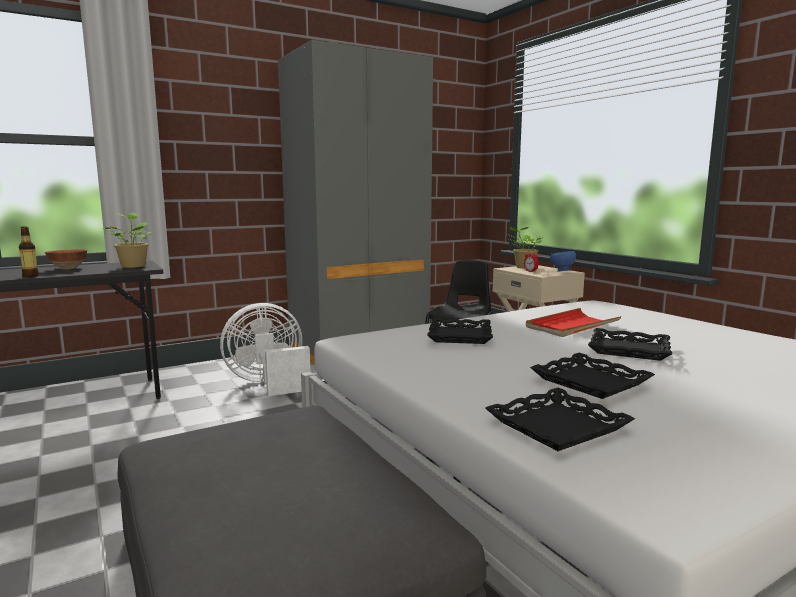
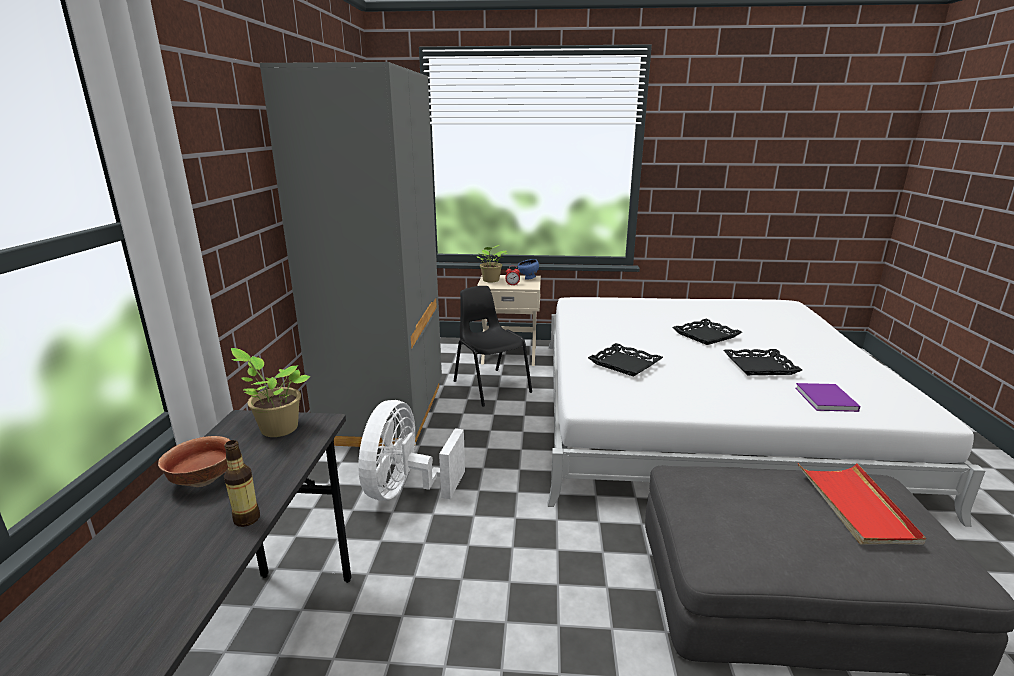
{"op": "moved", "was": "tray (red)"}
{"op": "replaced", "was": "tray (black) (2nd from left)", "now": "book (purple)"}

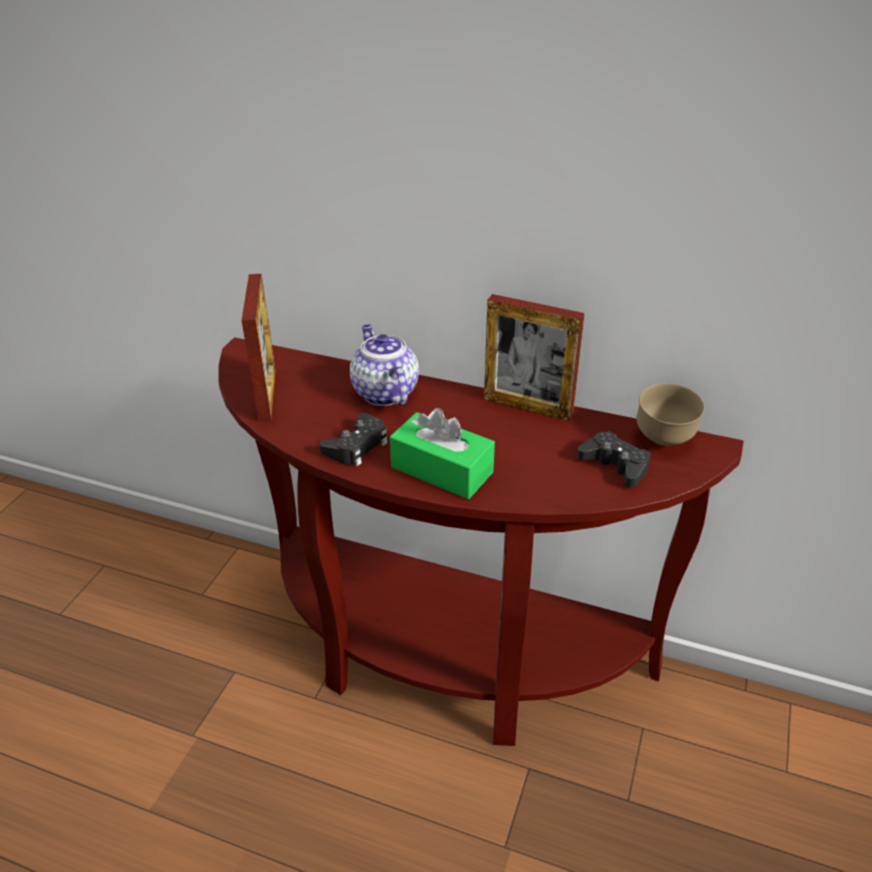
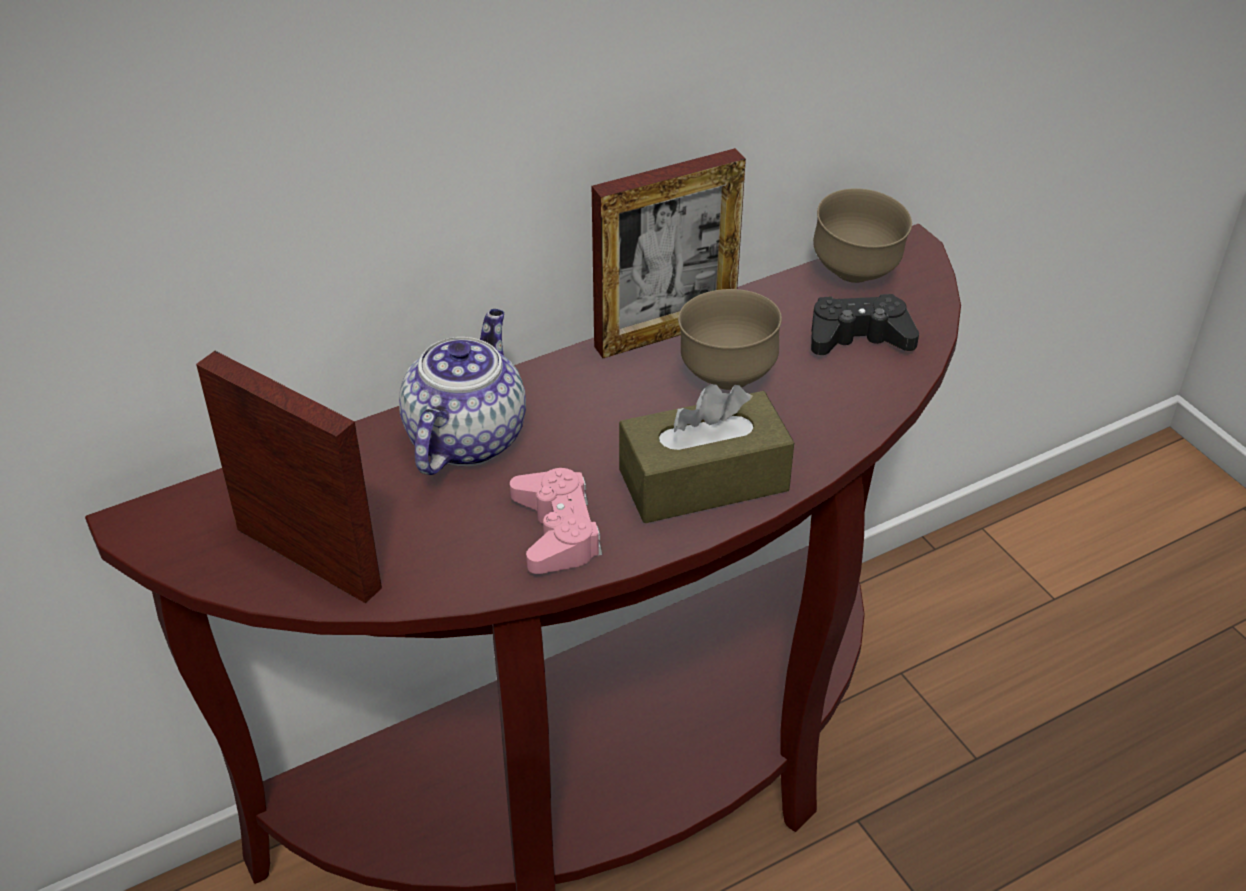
{"op": "turned", "was": "teapot", "clockwise": 90}
{"op": "recoloured", "was": "tissue box (green)", "now": "tissue box (brown)"}
{"op": "recoloured", "was": "game controller (black) (1st from left)", "now": "game controller (pink)"}
{"op": "added", "now": "bowl (brown) (1st from left)"}

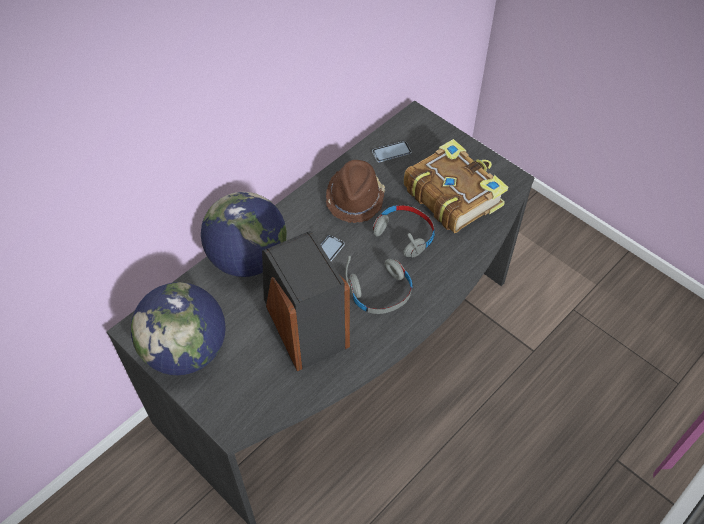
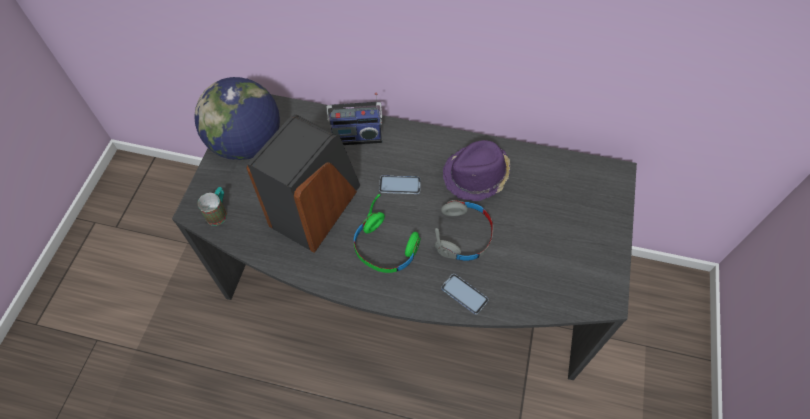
{"op": "removed", "was": "book"}
{"op": "moved", "was": "phone (2nd from left)"}
{"op": "recoloured", "was": "hat (brown)", "now": "hat (purple)"}
{"op": "replaced", "was": "globe (2nd from left)", "now": "radio"}
{"op": "recoloured", "was": "headphones (grey) (1st from left)", "now": "headphones (green)"}
{"op": "added", "now": "mug"}

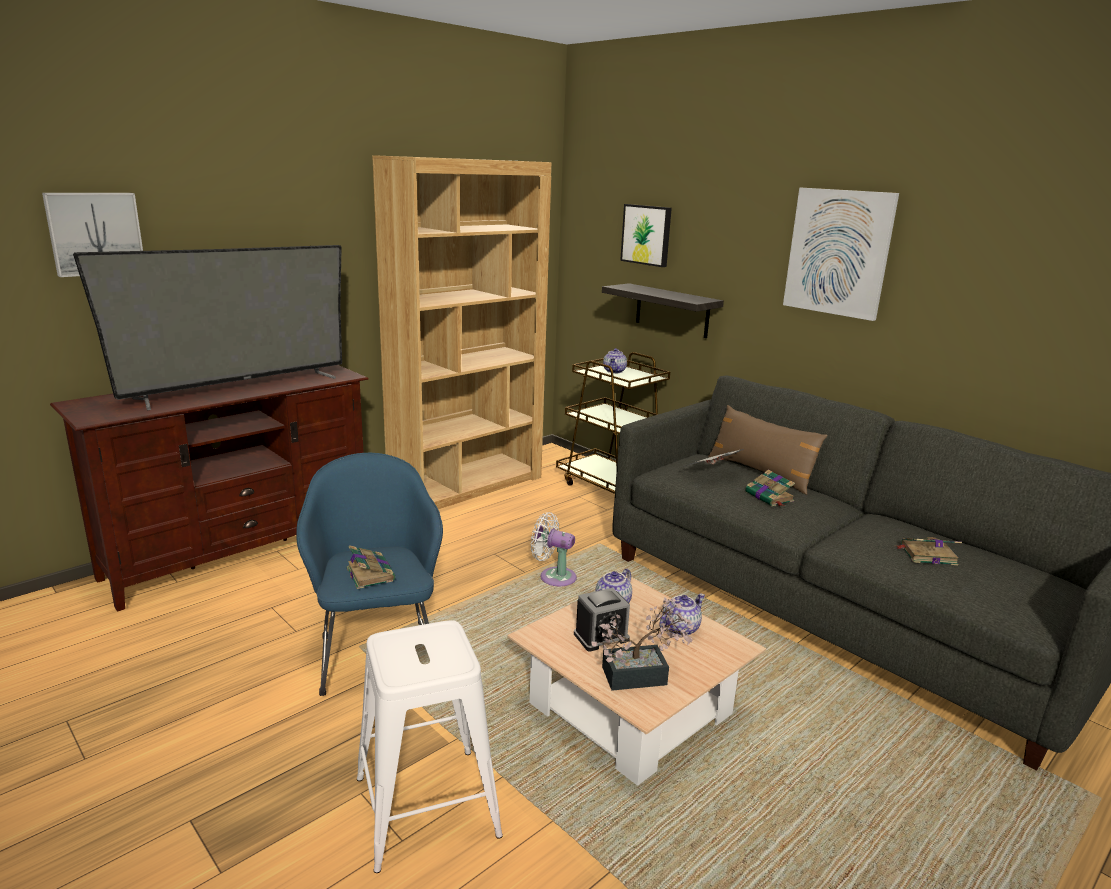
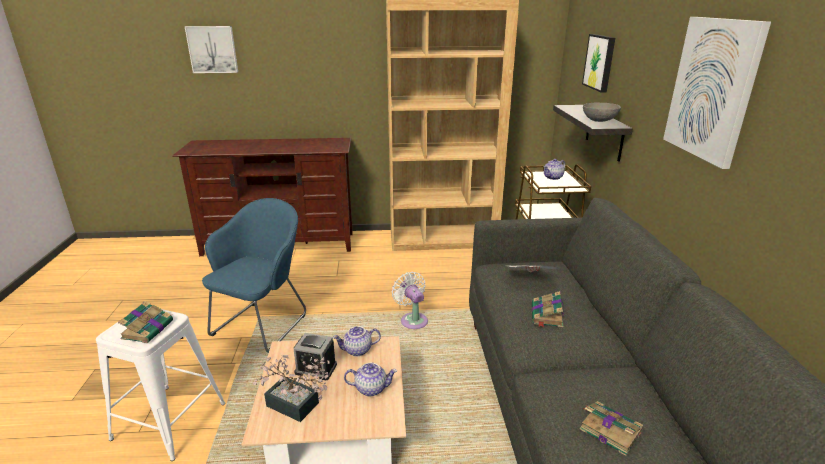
{"op": "removed", "was": "television"}
{"op": "removed", "was": "pillow (brown)"}
{"op": "moved", "was": "book (1st from left)"}
{"op": "added", "now": "bowl (grey)"}

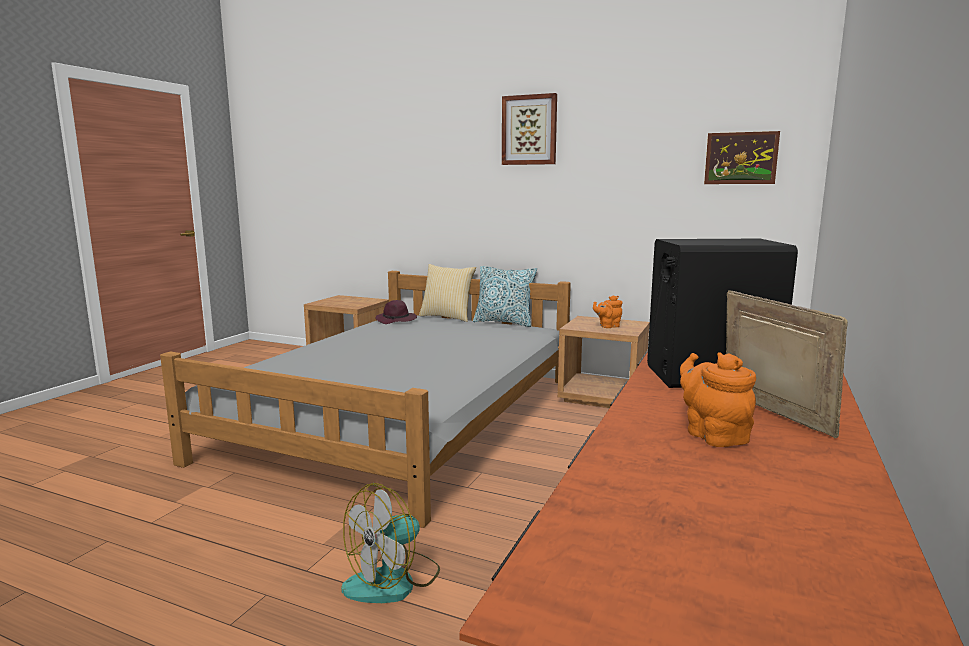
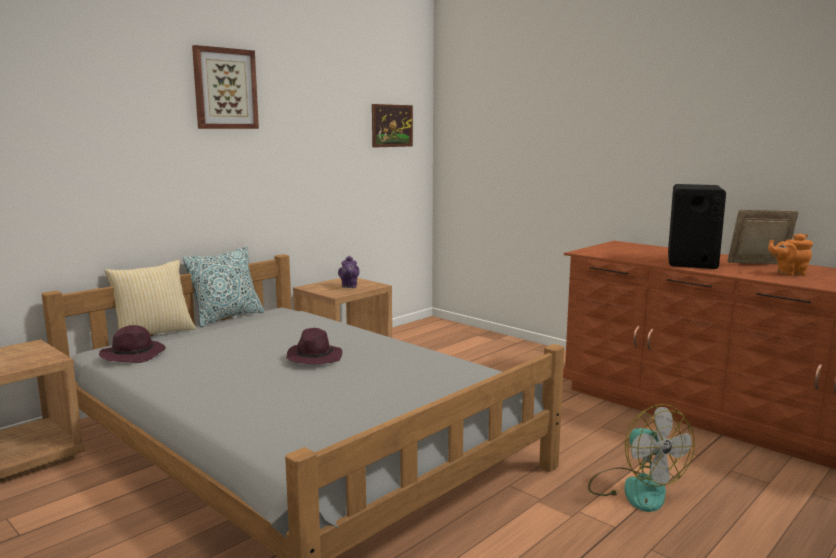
{"op": "recoloured", "was": "teapot (orange) (1st from left)", "now": "teapot (purple)"}
{"op": "added", "now": "hat (purple) (2nd from left)"}

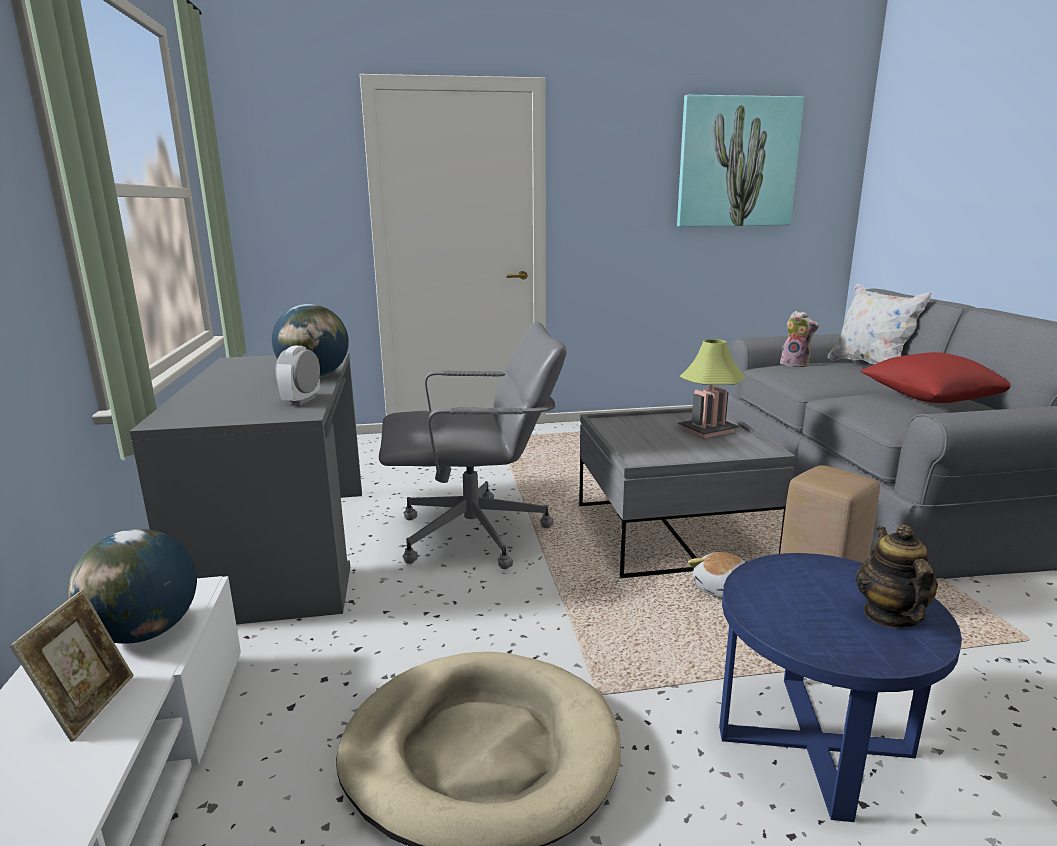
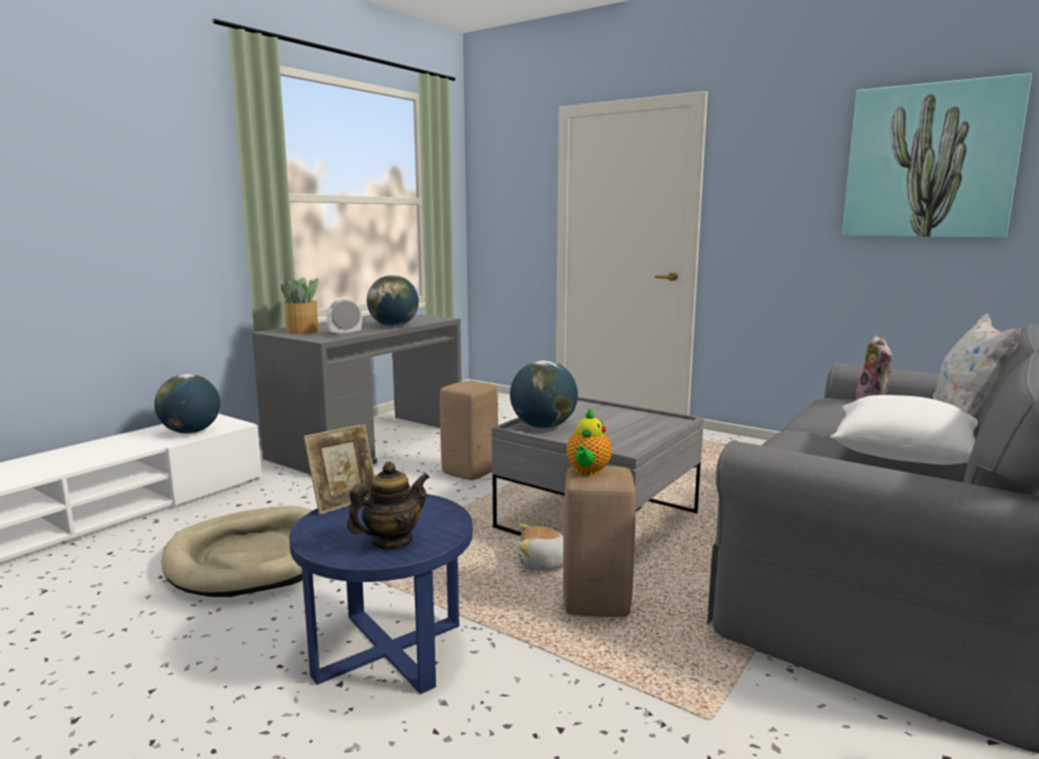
{"op": "replaced", "was": "office chair (grey)", "now": "stool (beige) (1st from left)"}
{"op": "removed", "was": "table lamp"}
{"op": "recoloured", "was": "pillow (red)", "now": "pillow (white) (1st from left)"}
{"op": "moved", "was": "picture frame"}
{"op": "added", "now": "potted plant"}
{"op": "added", "now": "globe (3rd from left)"}
{"op": "added", "now": "teapot (2nd from left)"}

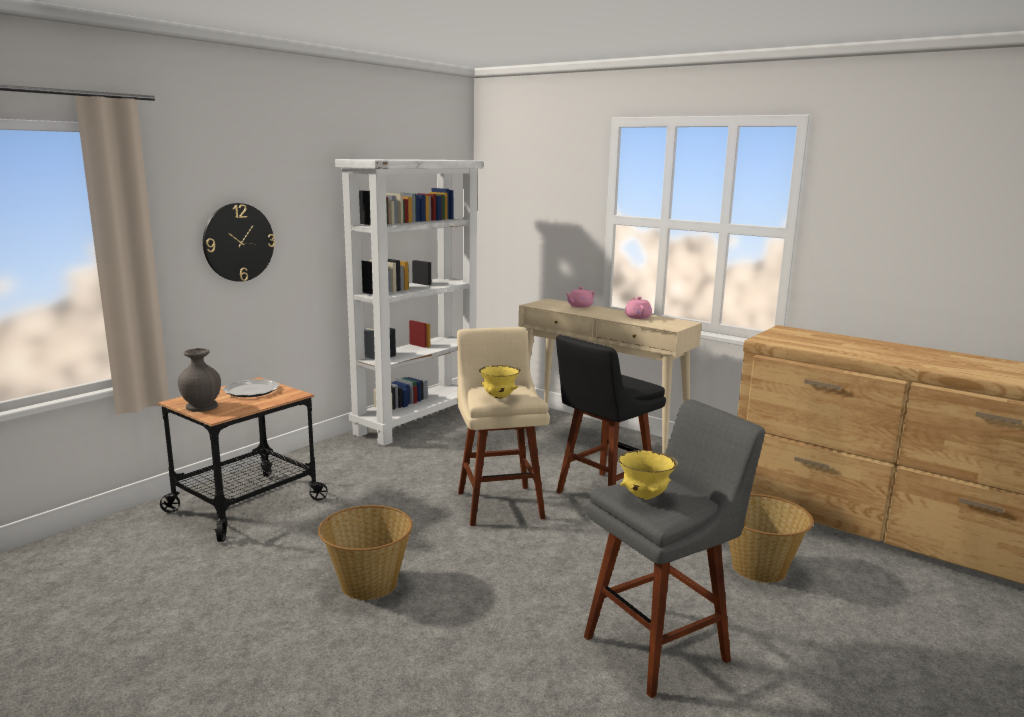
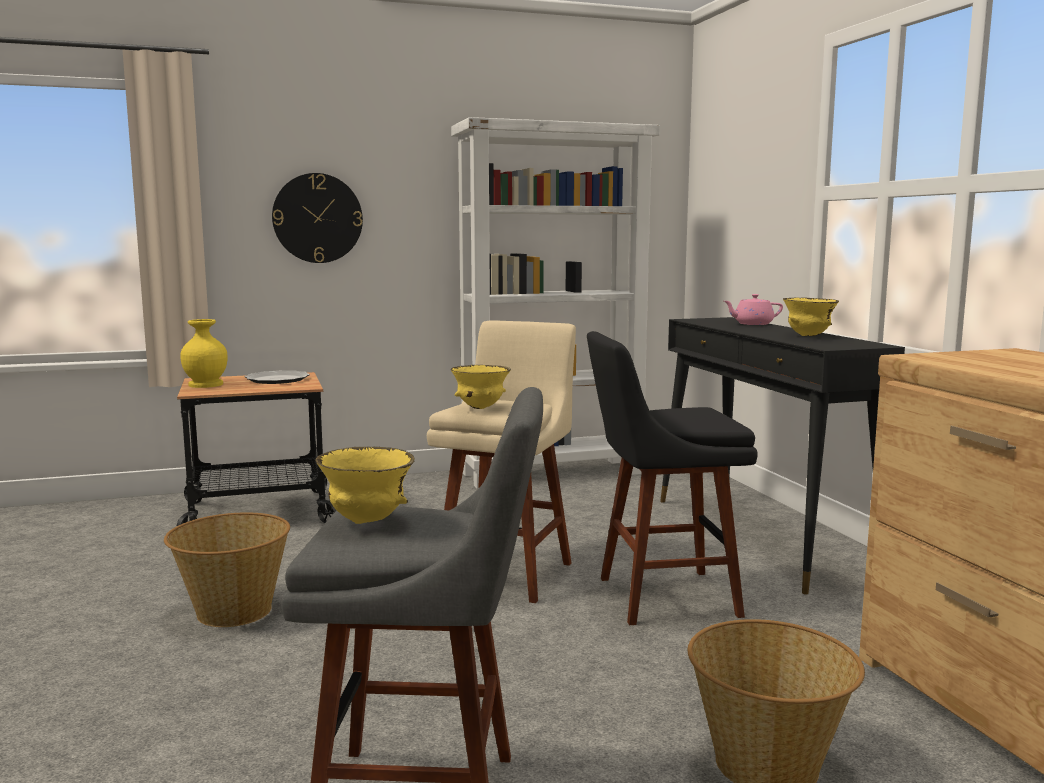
{"op": "replaced", "was": "teapot (pink) (2nd from left)", "now": "bowl (yellow) (3rd from left)"}
{"op": "recoloured", "was": "console table (beige)", "now": "console table (black)"}
{"op": "recoloured", "was": "vase (grey)", "now": "vase (yellow)"}

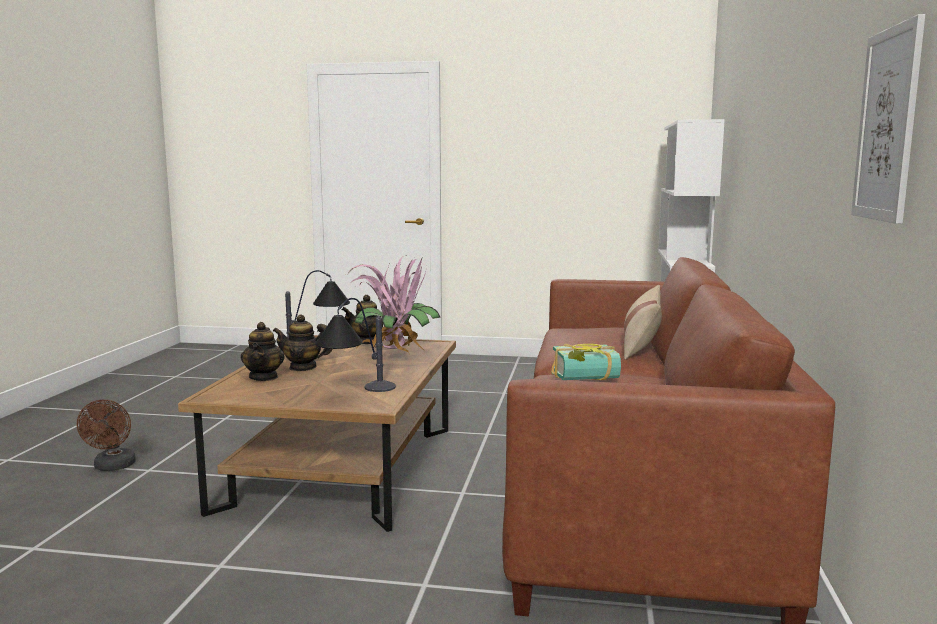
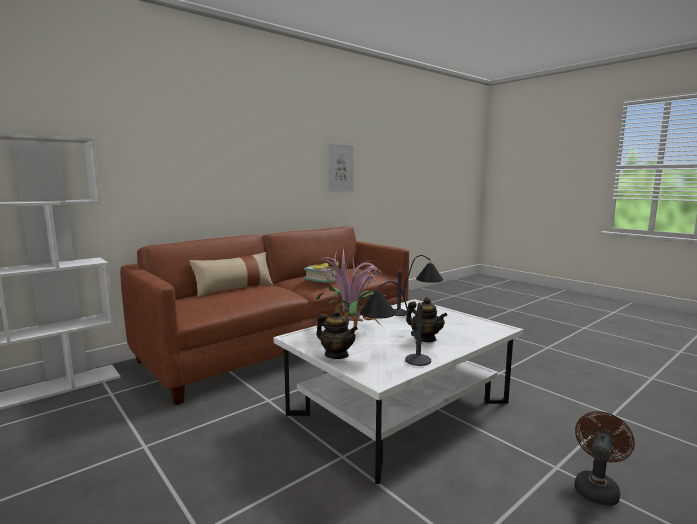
{"op": "removed", "was": "teapot (1st from left)"}
{"op": "recoloured", "was": "coffee table (brown)", "now": "coffee table (white)"}

